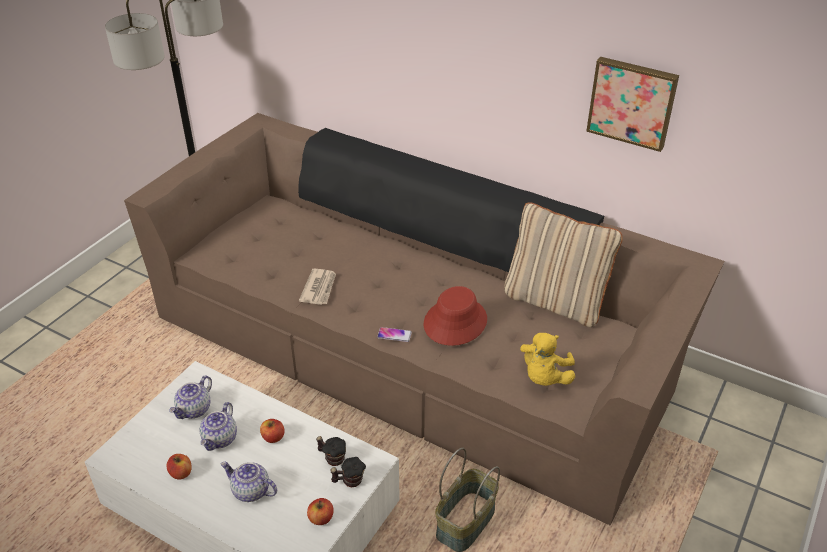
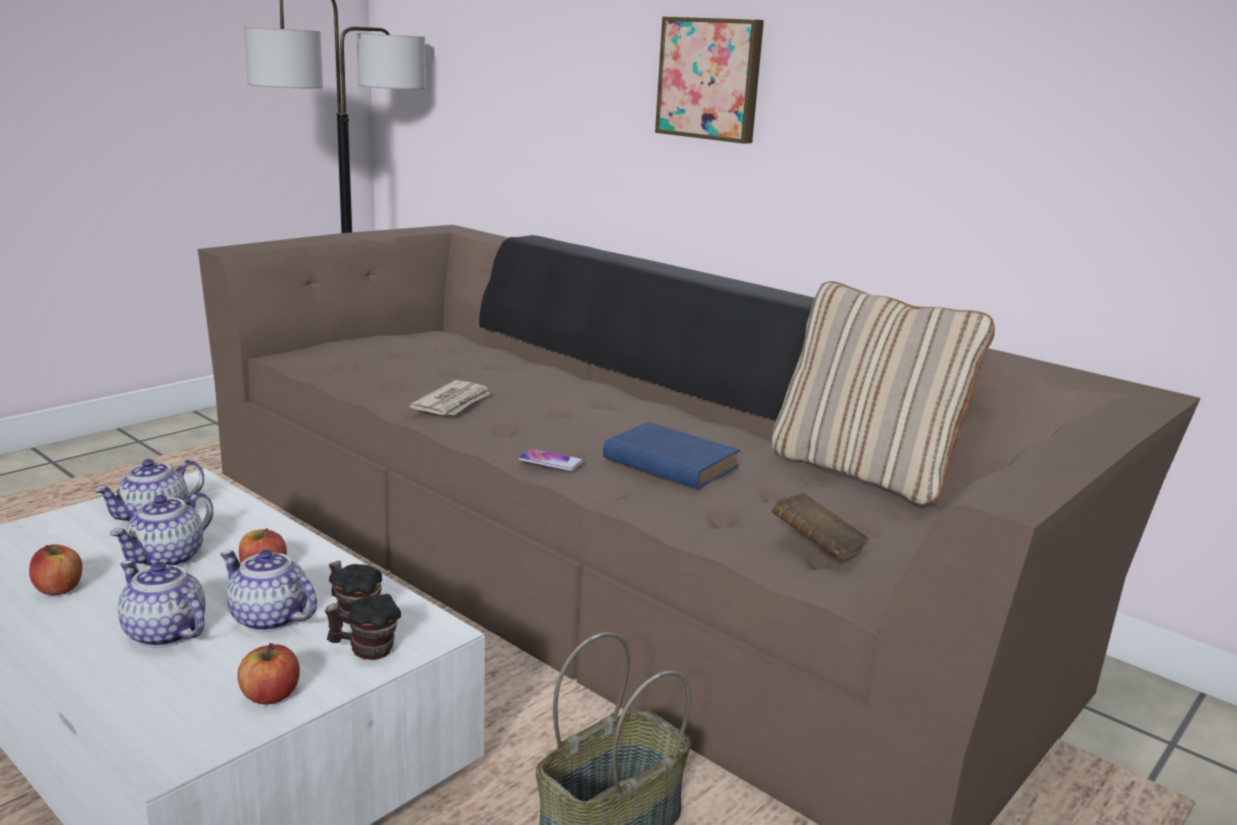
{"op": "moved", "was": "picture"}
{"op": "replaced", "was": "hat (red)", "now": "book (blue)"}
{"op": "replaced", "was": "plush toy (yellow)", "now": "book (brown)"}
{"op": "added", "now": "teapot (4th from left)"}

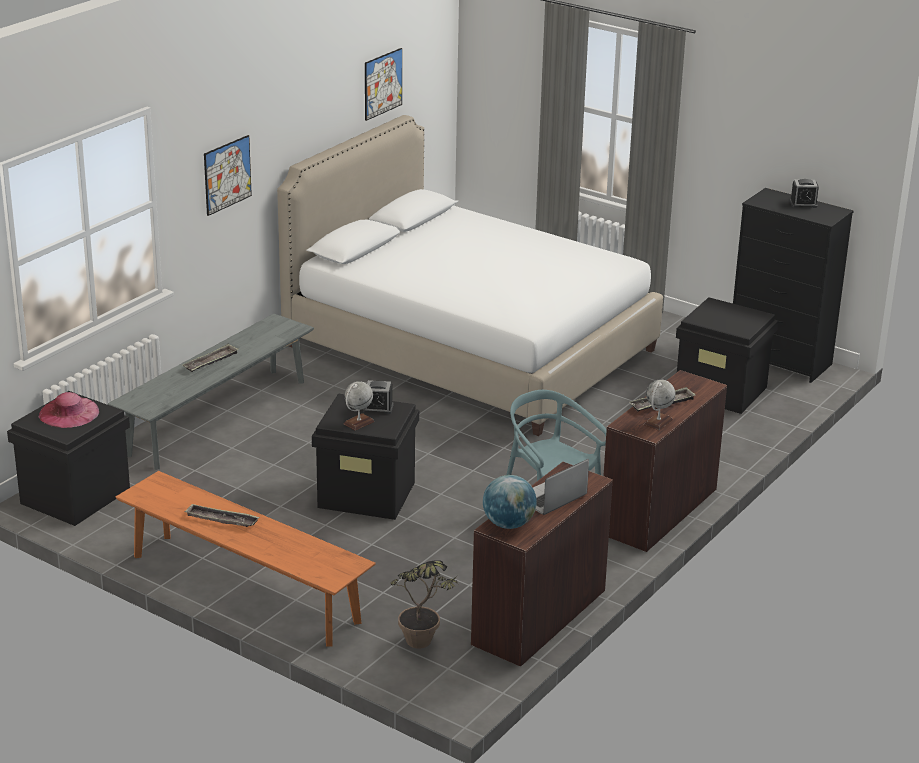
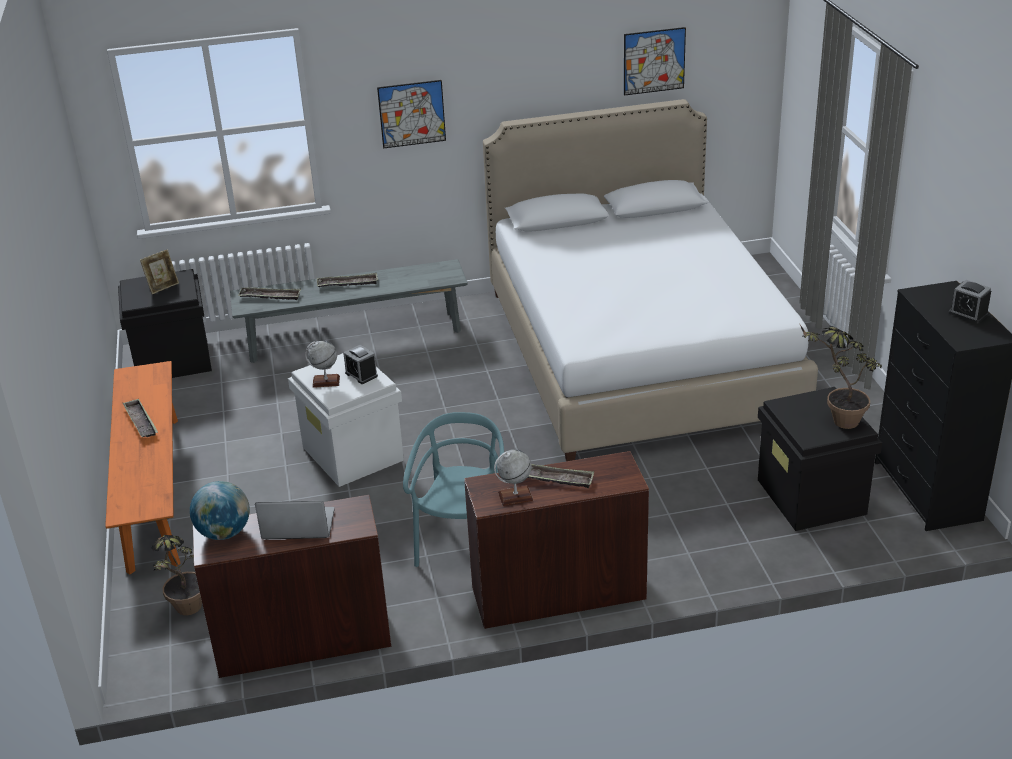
{"op": "replaced", "was": "hat (pink)", "now": "picture frame"}
{"op": "recoloured", "was": "storage box (black) (2nd from left)", "now": "storage box (white)"}
{"op": "added", "now": "tray (2nd from left)"}
{"op": "added", "now": "potted plant (2nd from left)"}

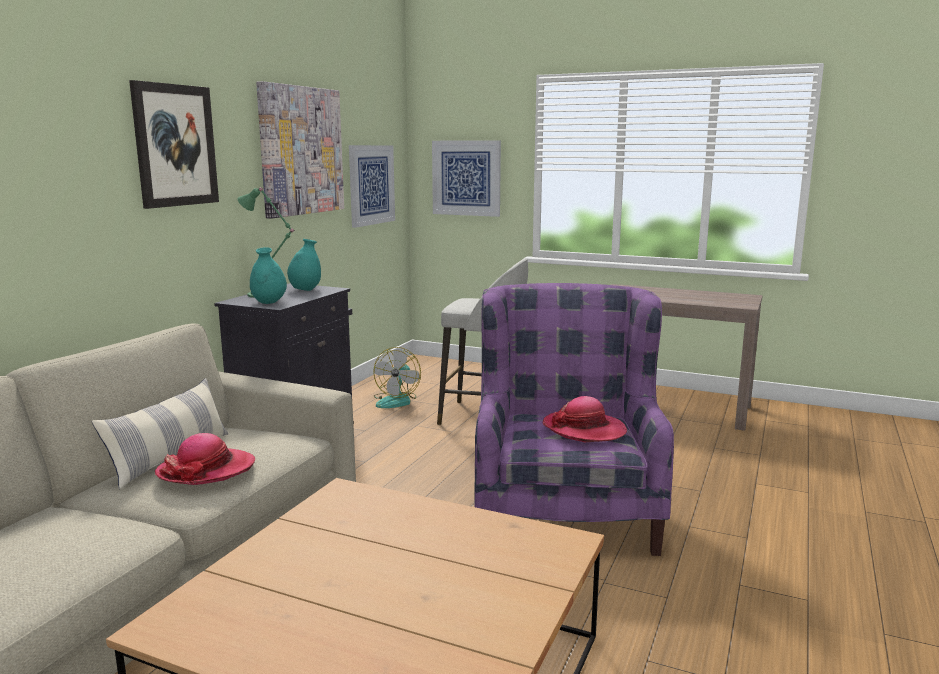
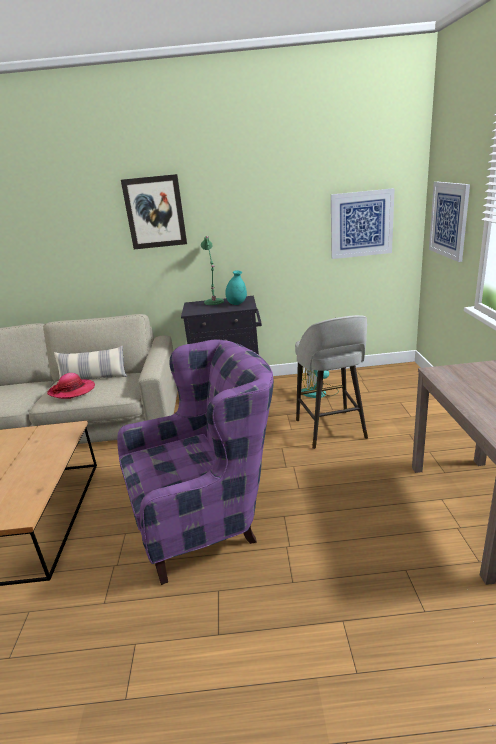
{"op": "removed", "was": "picture (2nd from left)"}
{"op": "removed", "was": "vase (turquoise) (1st from left)"}
{"op": "removed", "was": "hat (2nd from left)"}

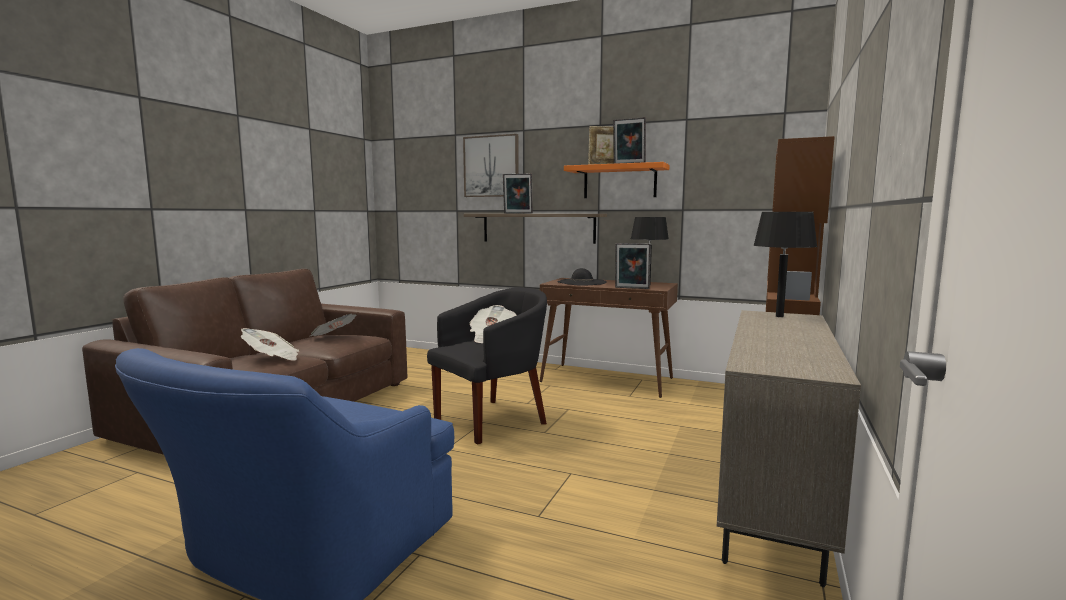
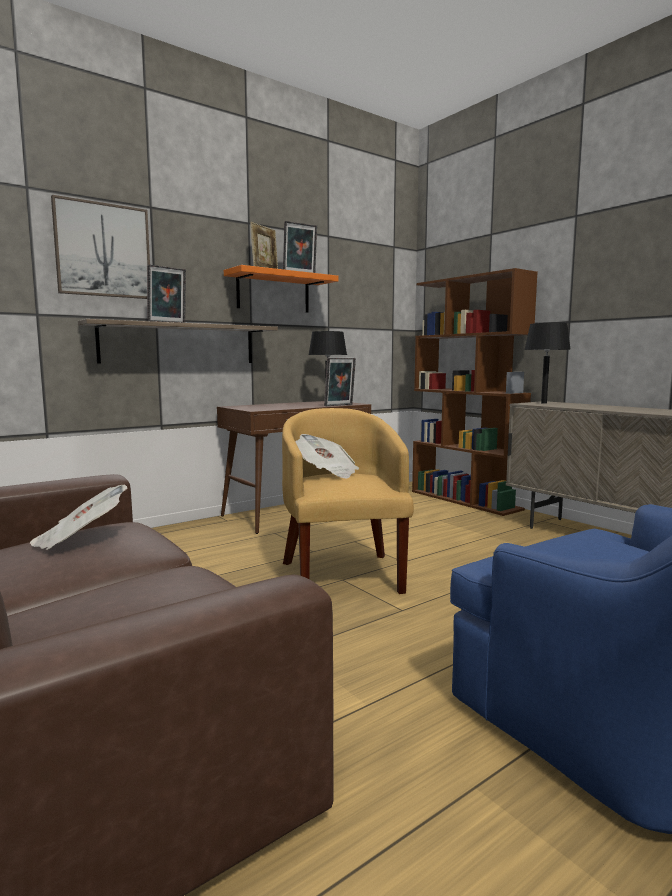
{"op": "removed", "was": "hat (black)"}
{"op": "recoloured", "was": "armchair (black)", "now": "armchair (yellow)"}
{"op": "removed", "was": "newspaper (1st from left)"}

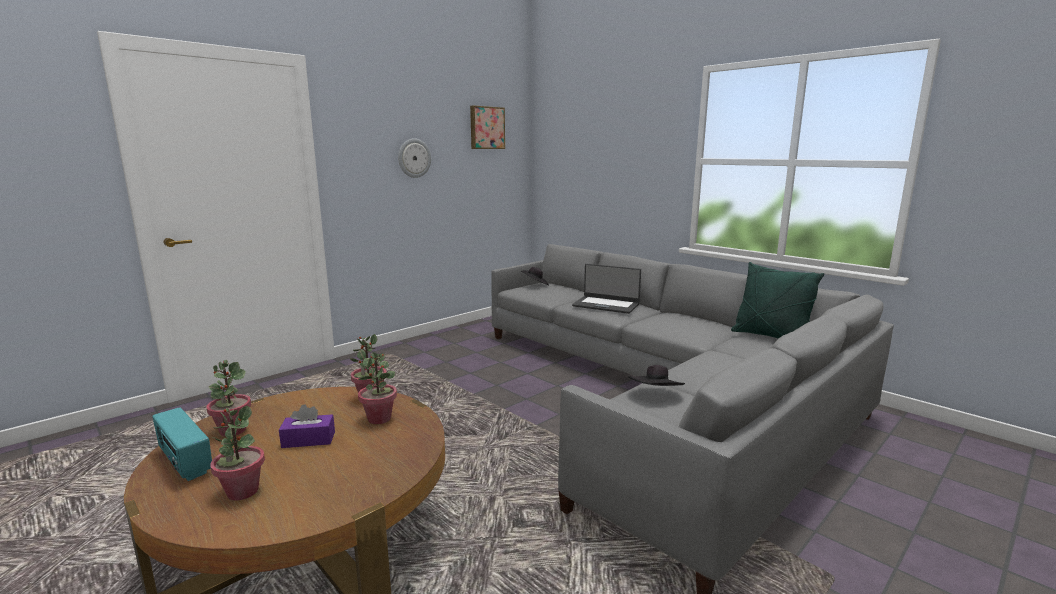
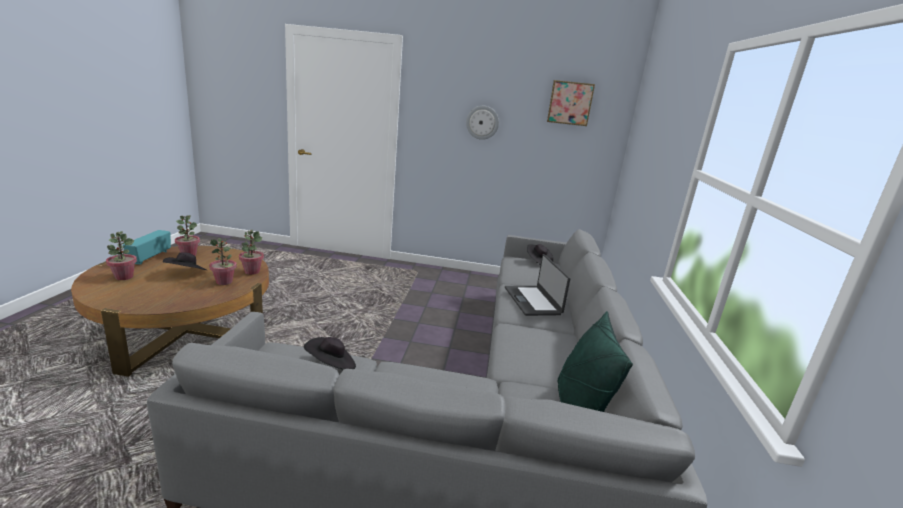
{"op": "replaced", "was": "tissue box (purple)", "now": "hat (black) (1st from left)"}

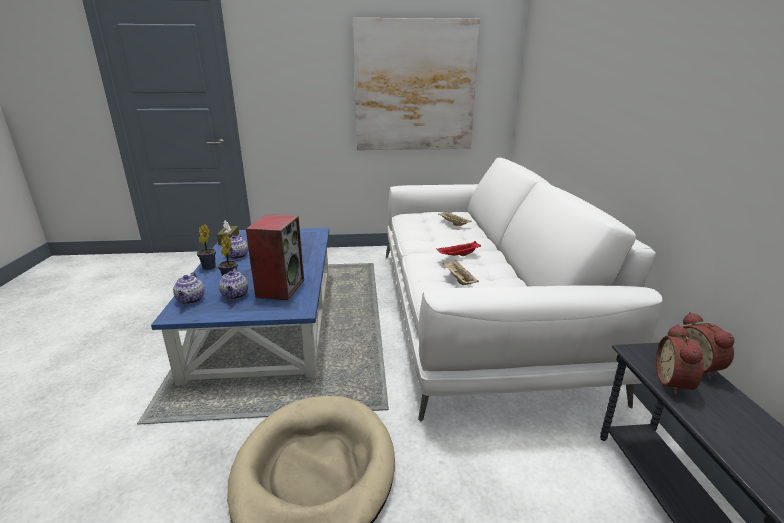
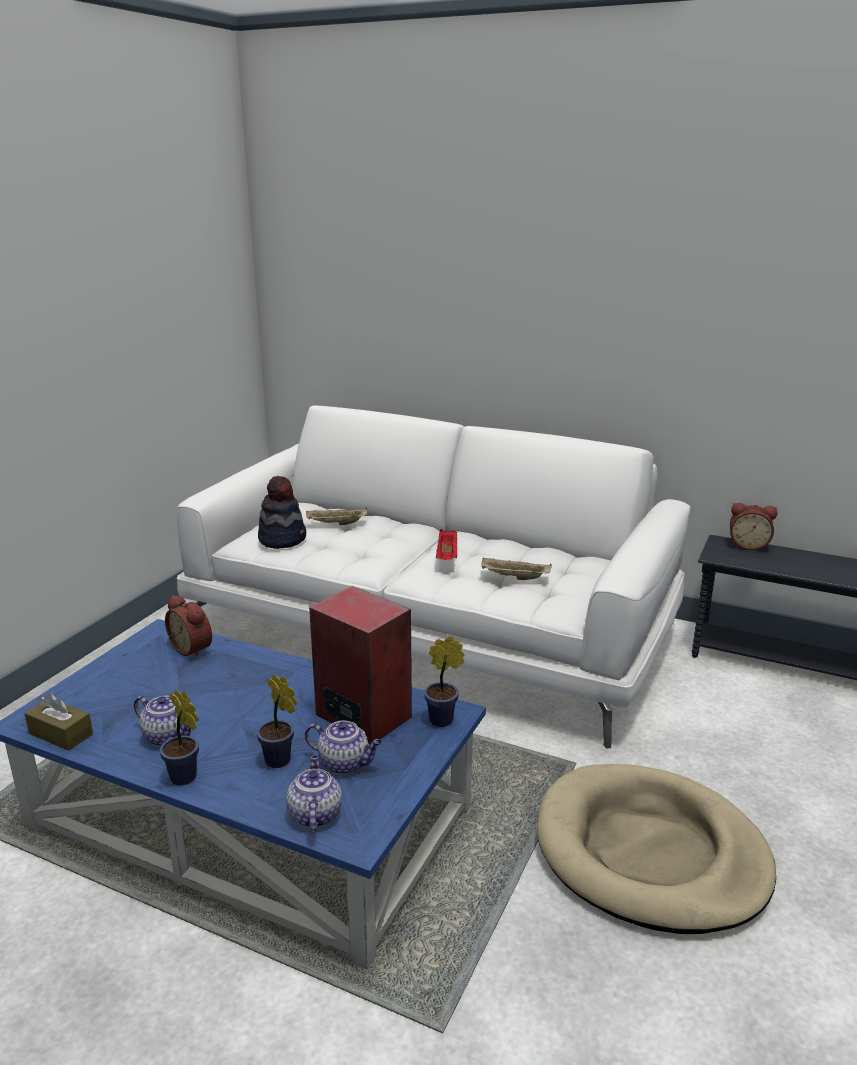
{"op": "removed", "was": "picture"}
{"op": "turned", "was": "teapot (1st from left in the first image)", "clockwise": -120}
{"op": "moved", "was": "alarm clock (1st from left)"}
{"op": "added", "now": "hat"}
{"op": "added", "now": "potted plant (3rd from left)"}

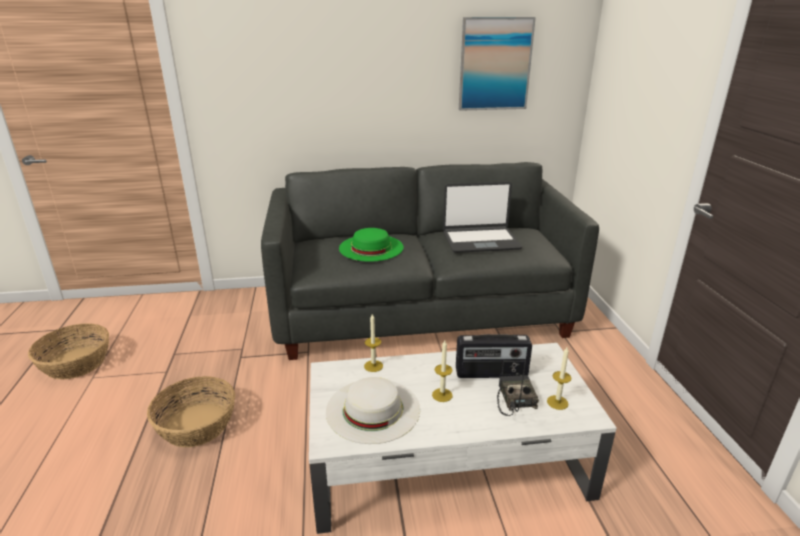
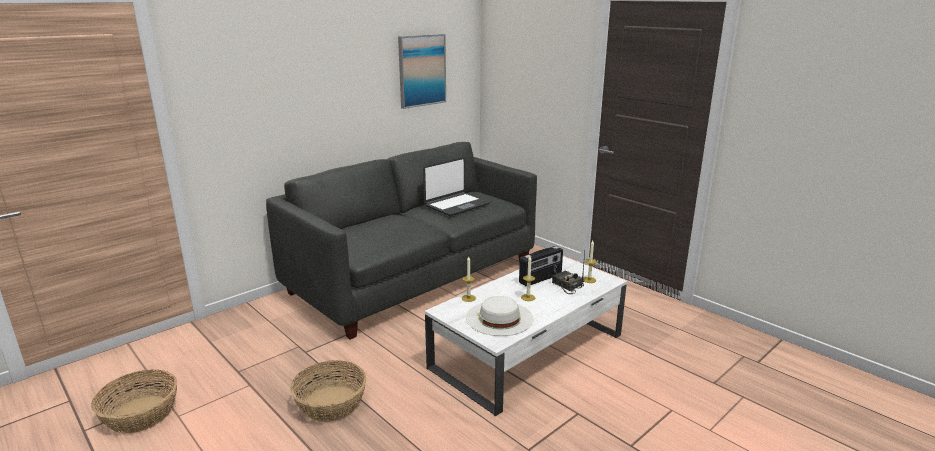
{"op": "removed", "was": "hat (green)"}

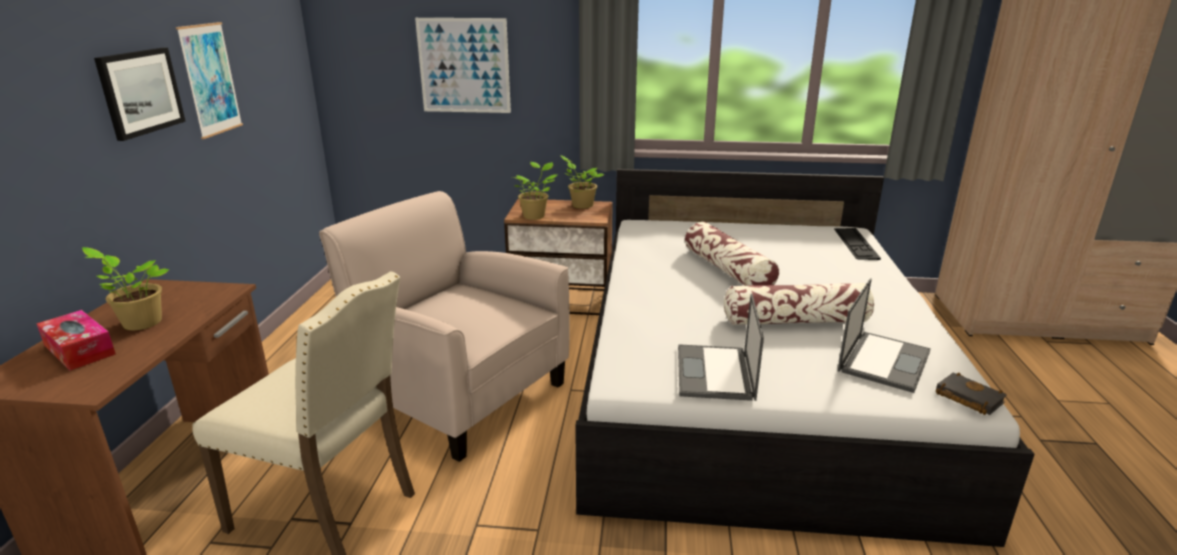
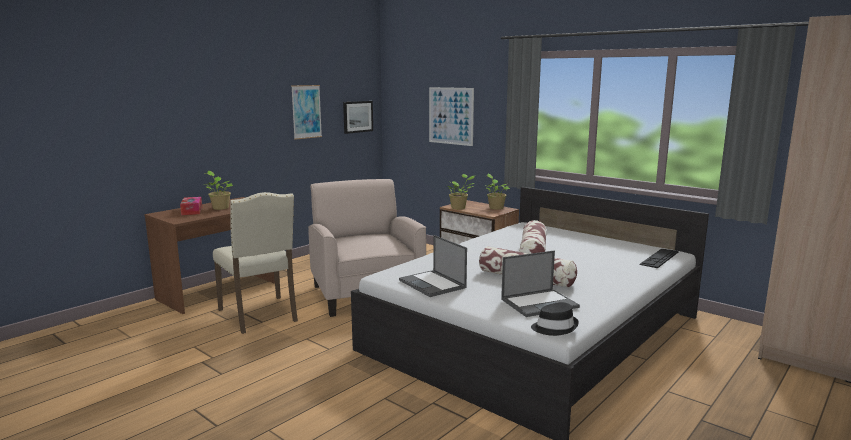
{"op": "moved", "was": "picture (1st from left in the first image)", "now": "picture (2nd from left)"}
{"op": "turned", "was": "laptop (1st from left)", "clockwise": -75}
{"op": "replaced", "was": "book (black)", "now": "hat (black)"}

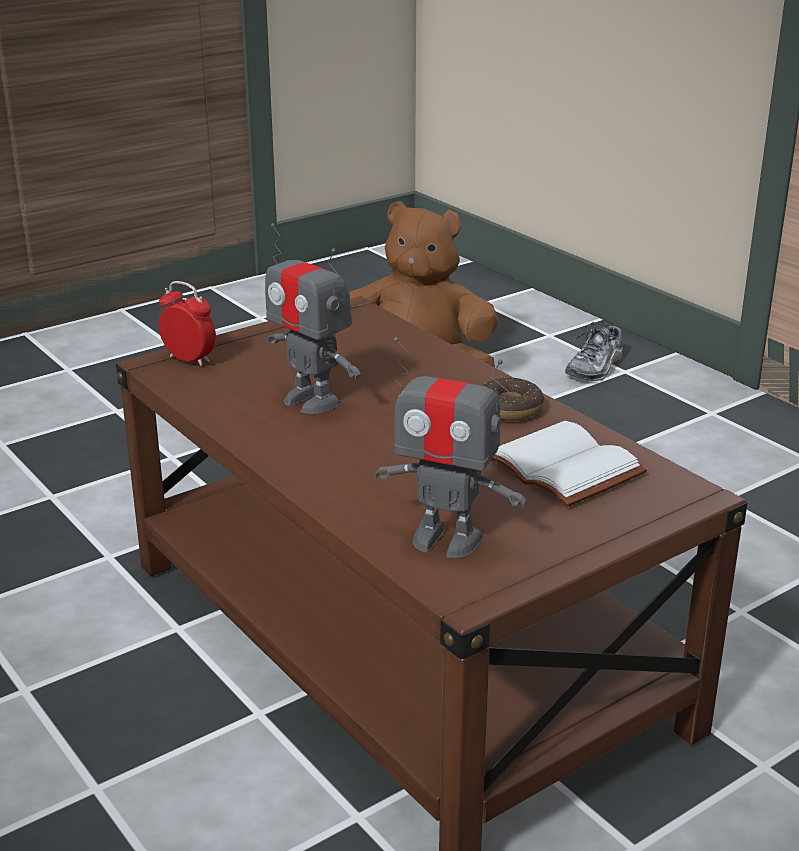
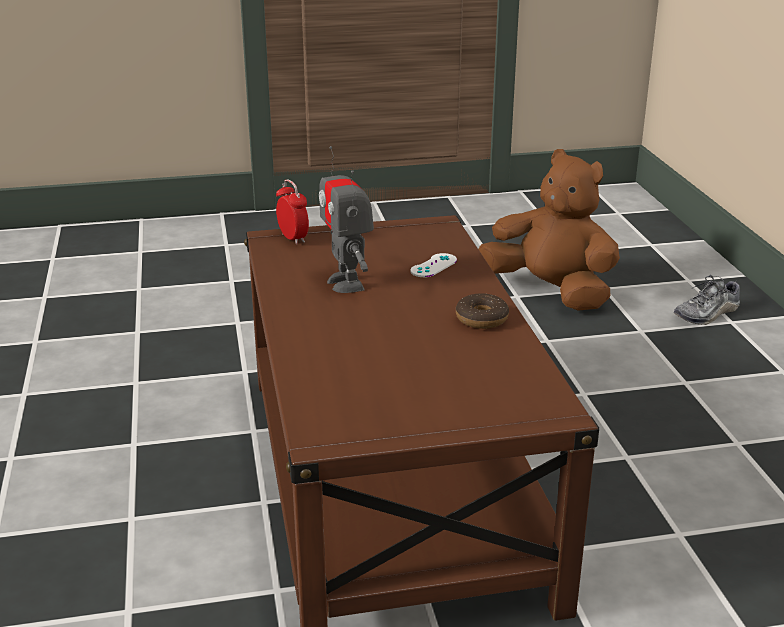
{"op": "removed", "was": "toy robot (2nd from left)"}
{"op": "removed", "was": "book (white)"}
{"op": "added", "now": "game controller (white)"}

